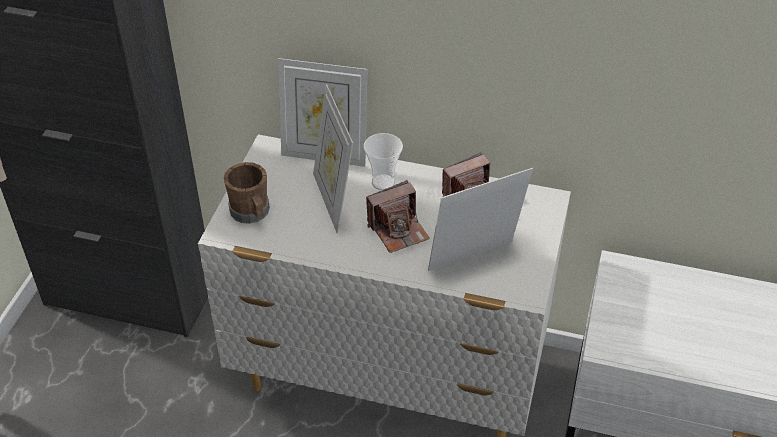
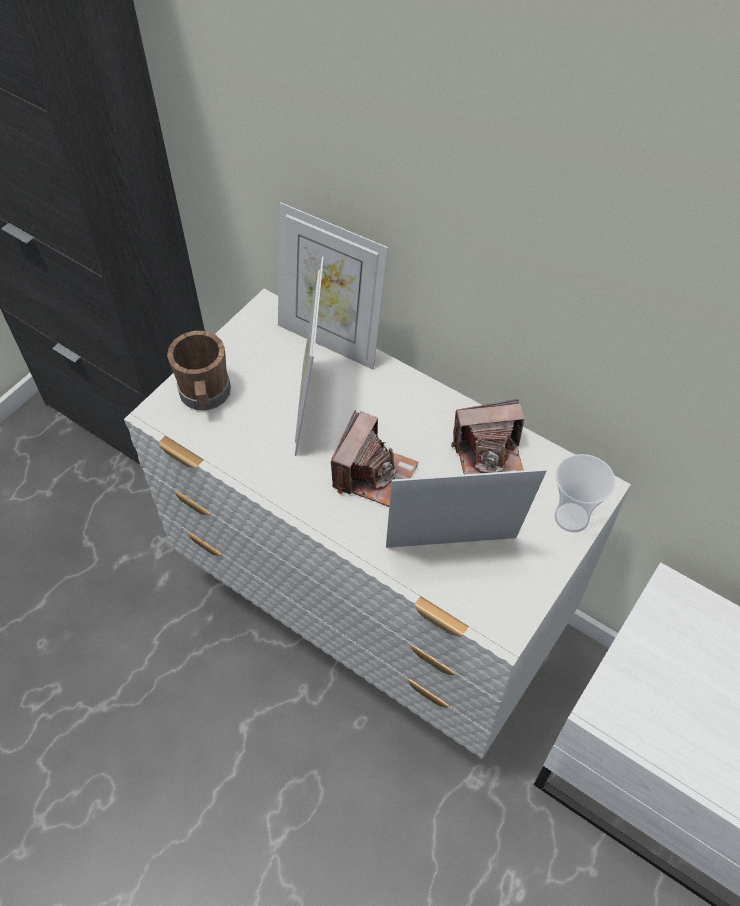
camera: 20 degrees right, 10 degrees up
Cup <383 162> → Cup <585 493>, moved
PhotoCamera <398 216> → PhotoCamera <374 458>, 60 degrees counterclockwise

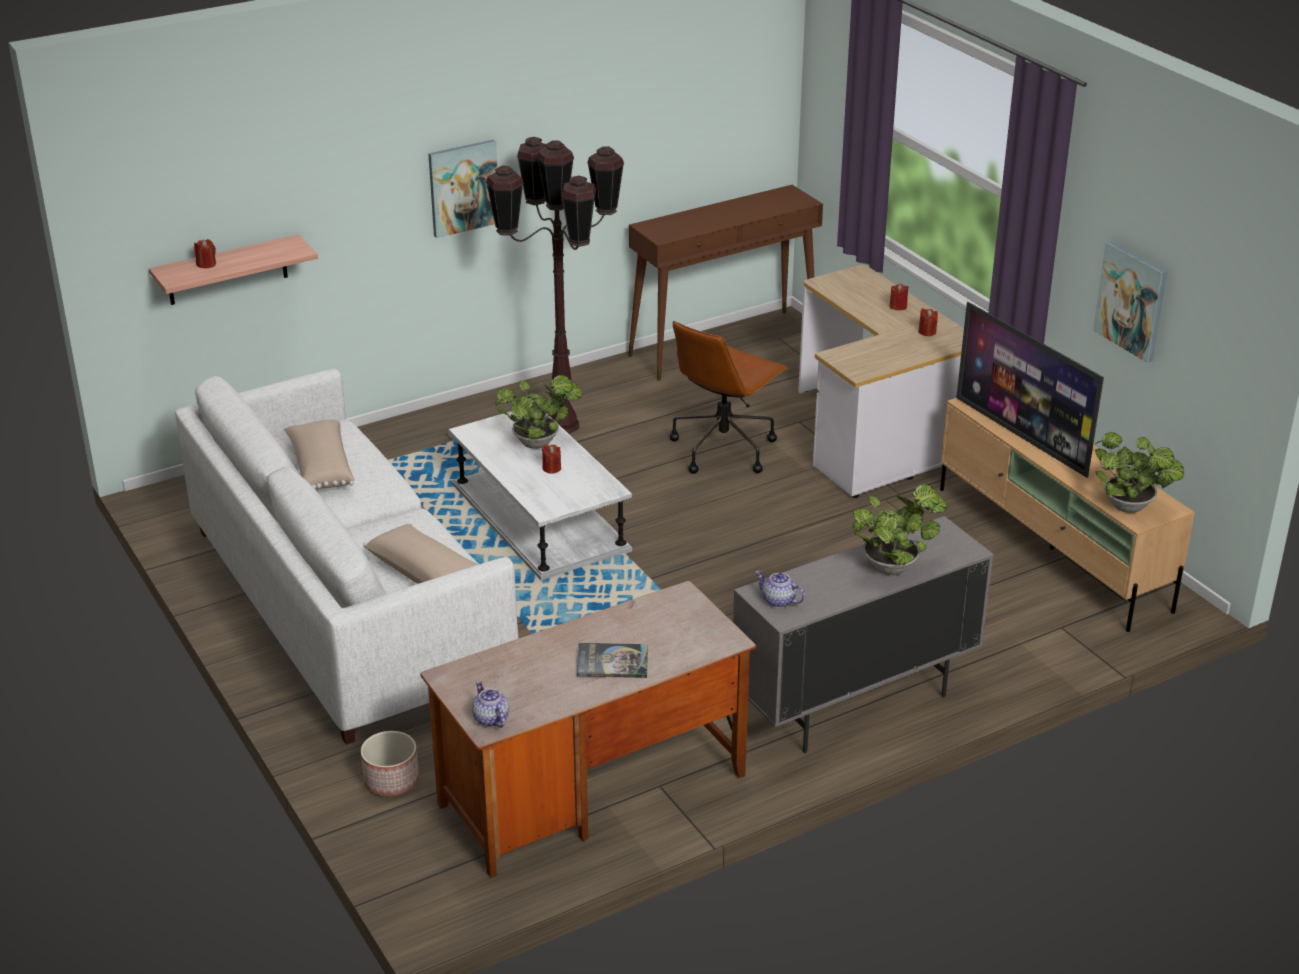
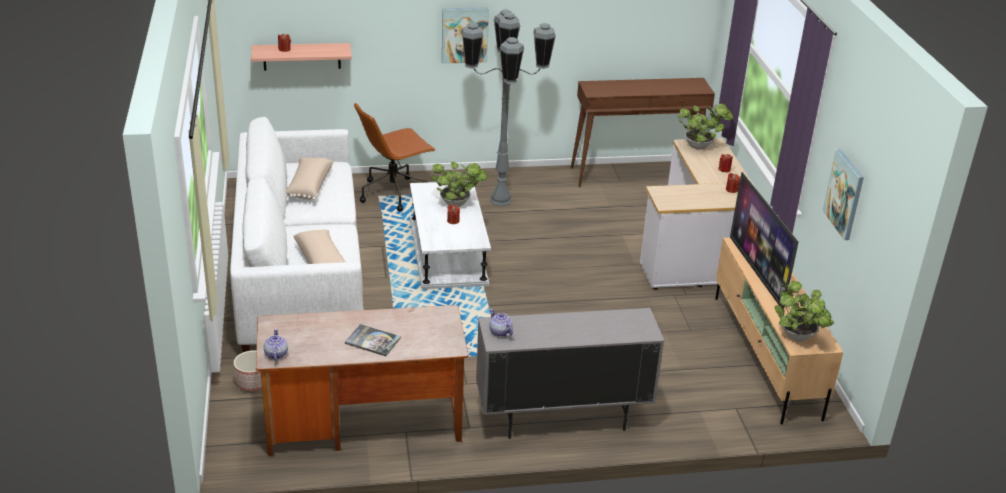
camera: 20 degrees right, 0 degrees up
BrownFloorLamp <555 285> → GreyFloorLamp <508 107>
BrownOfficeChair <729 397> → BrownOfficeChair <394 157>, moved
PottedPlant <899 529> → PottedPlant <706 126>, moved

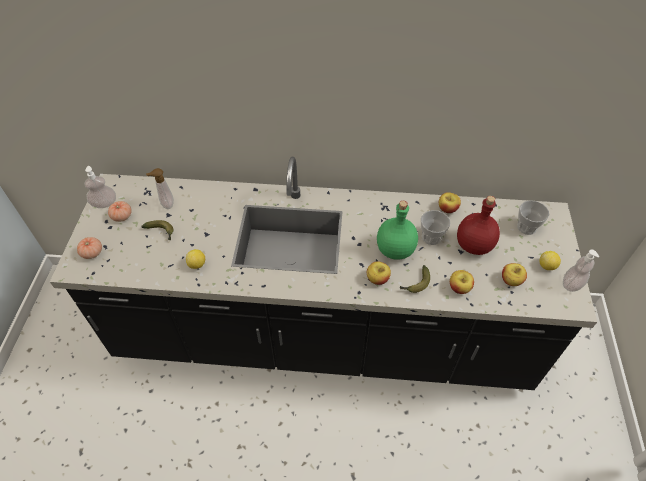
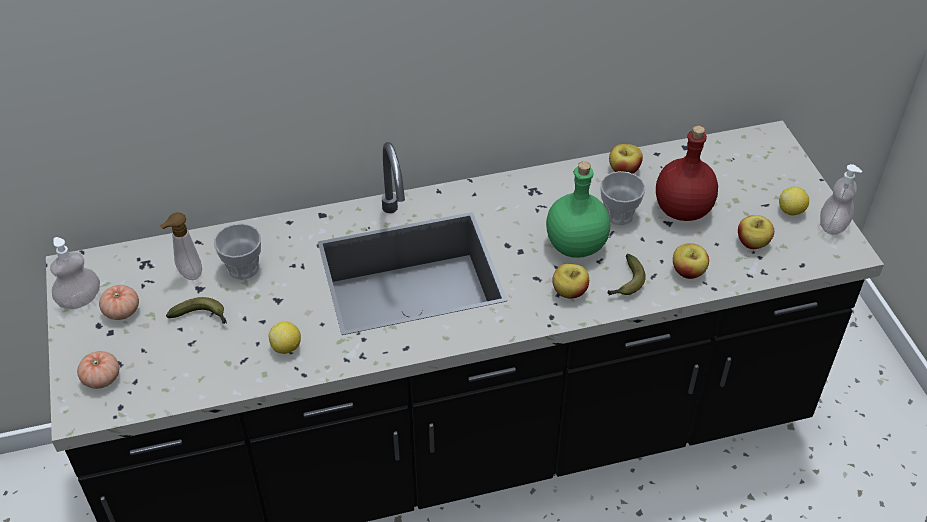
camera: 20 degrees left, 5 degrees down
Cup <533 217> → Cup <237 251>, moved

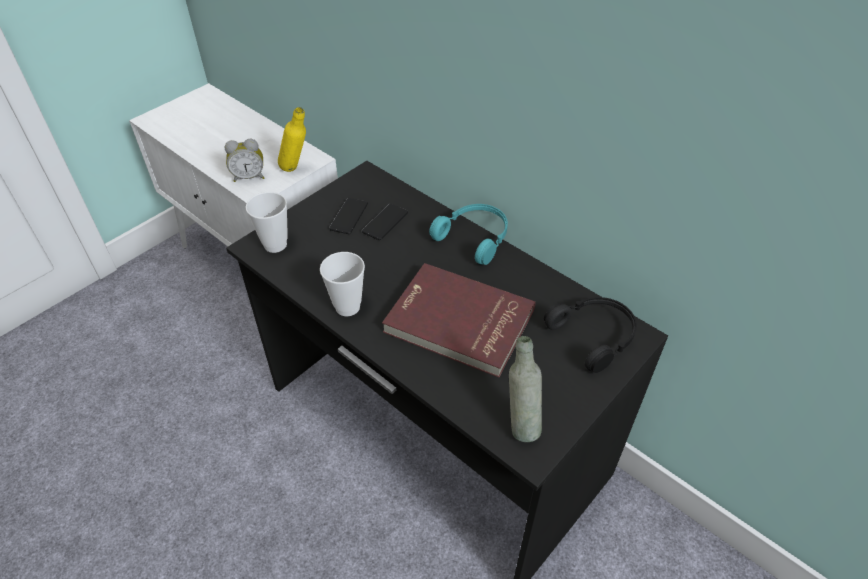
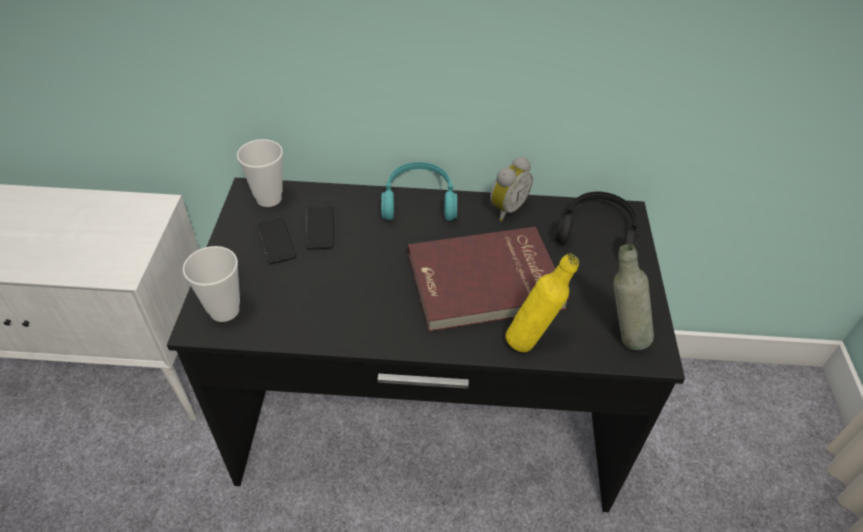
camera: 40 degrees left, 0 degrees up
AlarmClock <244 160> → AlarmClock <511 189>, moved
YellowBottle <292 139> → YellowBottle <542 303>, moved
Cup <342 284> → Cup <260 173>, moved

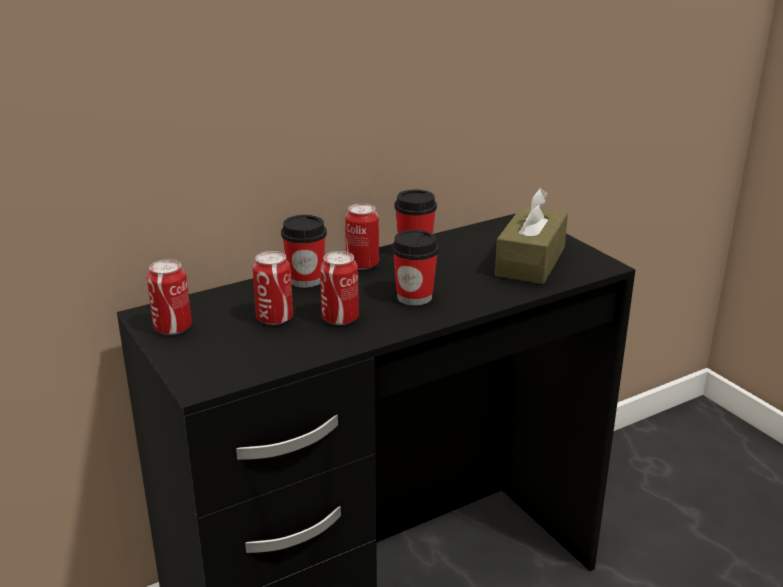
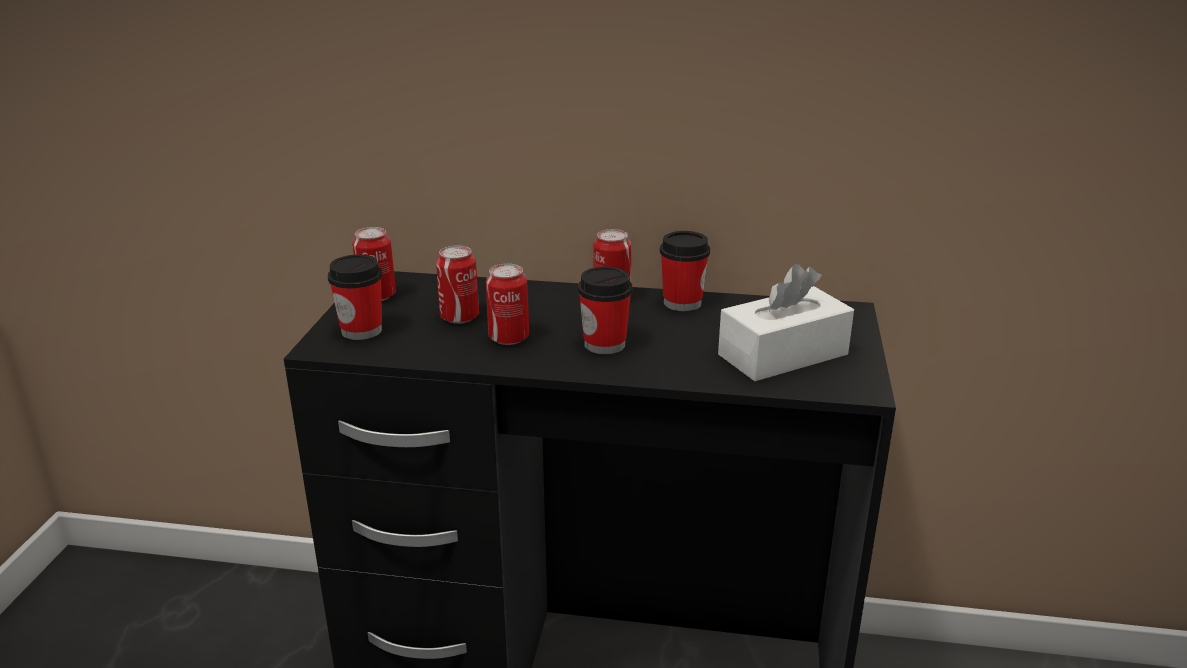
camera: 40 degrees right, 0 degrees up
Cup <304 251> → Cup <355 297>, moved
BrownTissueBox <531 236> → WhiteTissueBox <786 323>

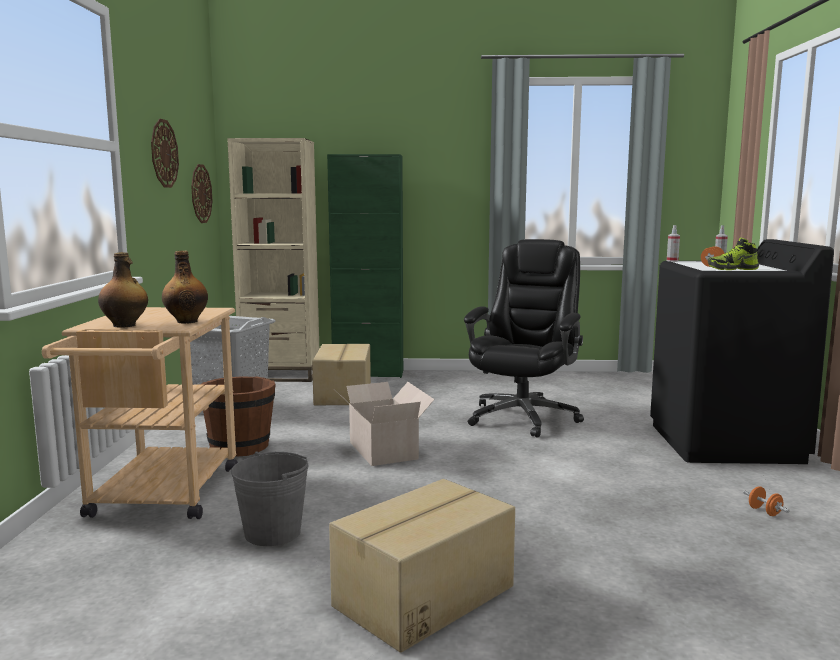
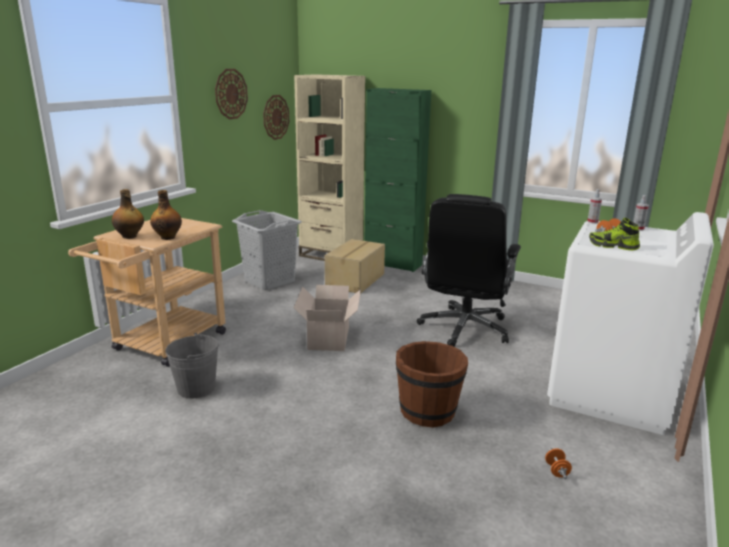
camera: 25 degrees right, 10 degrees up
BrownBucket <238 416> → BrownBucket <432 384>, moved
CardboardBox <422 566> → -
BlackOfficeChair <524 338> → BlackOfficeChair <469 270>, 150 degrees clockwise
BlackWashingMachine <742 351> → WhiteWashingMachine <630 324>

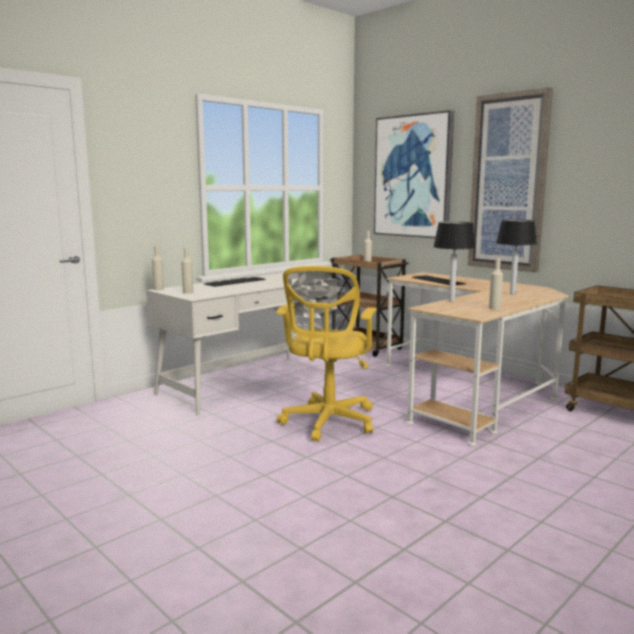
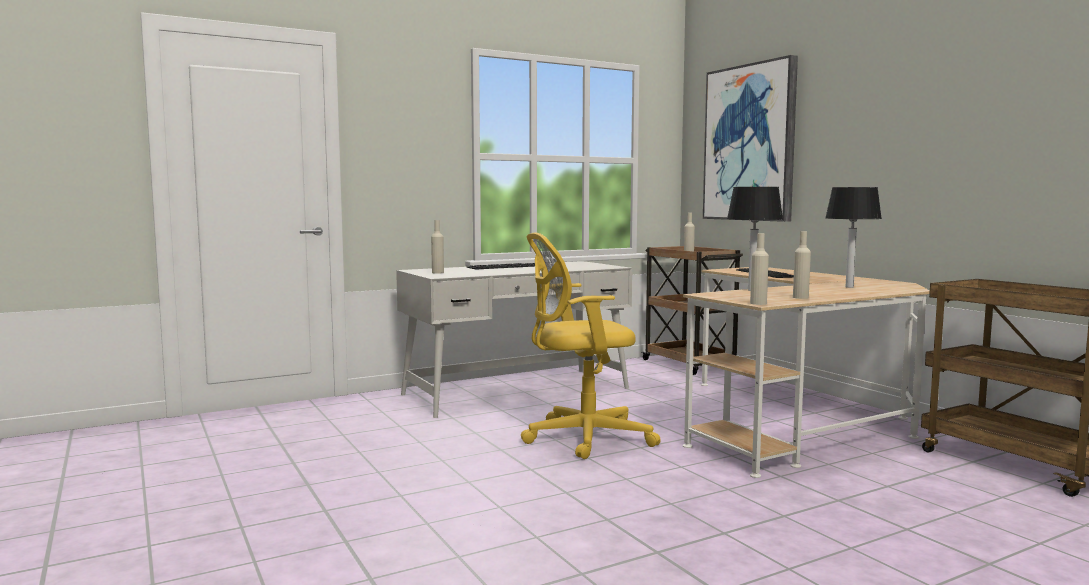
camera: 15 degrees right, 5 degrees down
BeigeBottle <158 268> → BeigeBottle <759 269>, moved
YellowOfficeChair <326 354> → YellowOfficeChair <591 345>, 45 degrees clockwise
Picture <510 179> → -

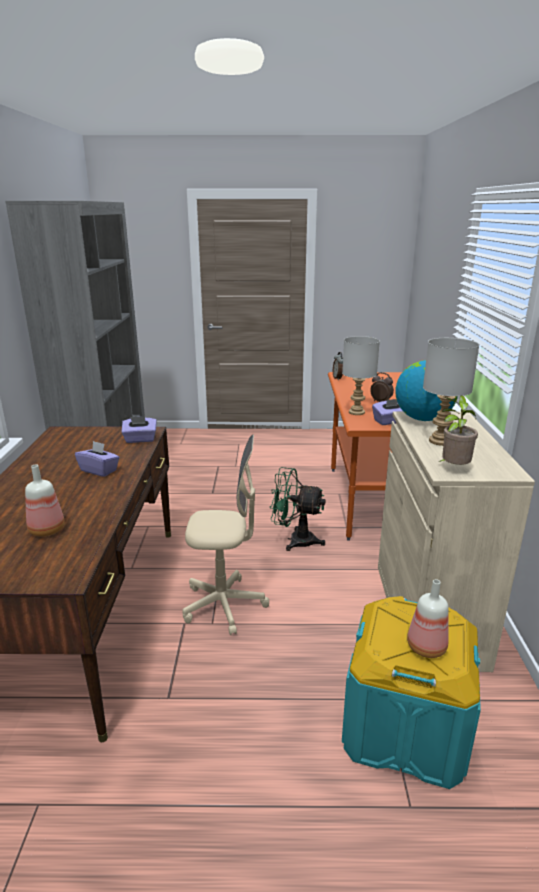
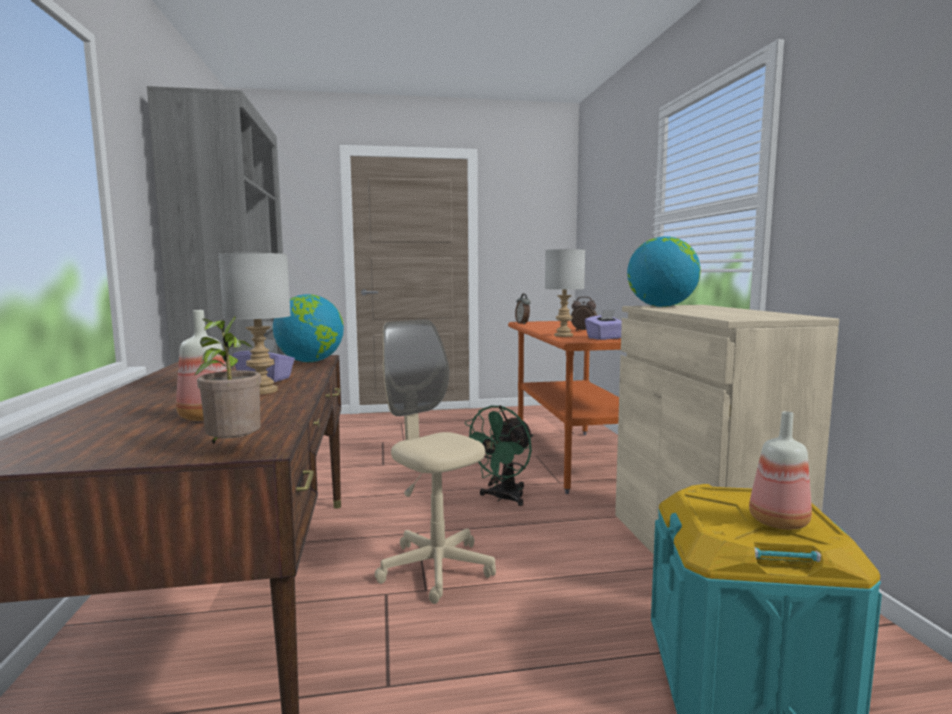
camera: 10 degrees left, 15 degrees down
PurpleTissueBox <139 430> → Globe <308 328>
BeigeOfficeChair <225 535> → BeigeOfficeChair <435 461>, 120 degrees counterclockwise
GreenFan <298 509> → GreenFan <499 455>, 60 degrees counterclockwise
GreyTableLamp <451 392> → GreyTableLamp <255 323>, moved
PottedPlant <457 430> → PottedPlant <228 380>, moved

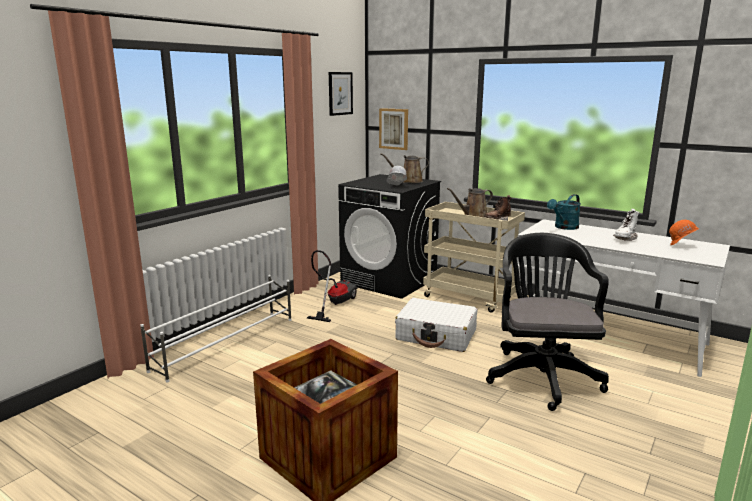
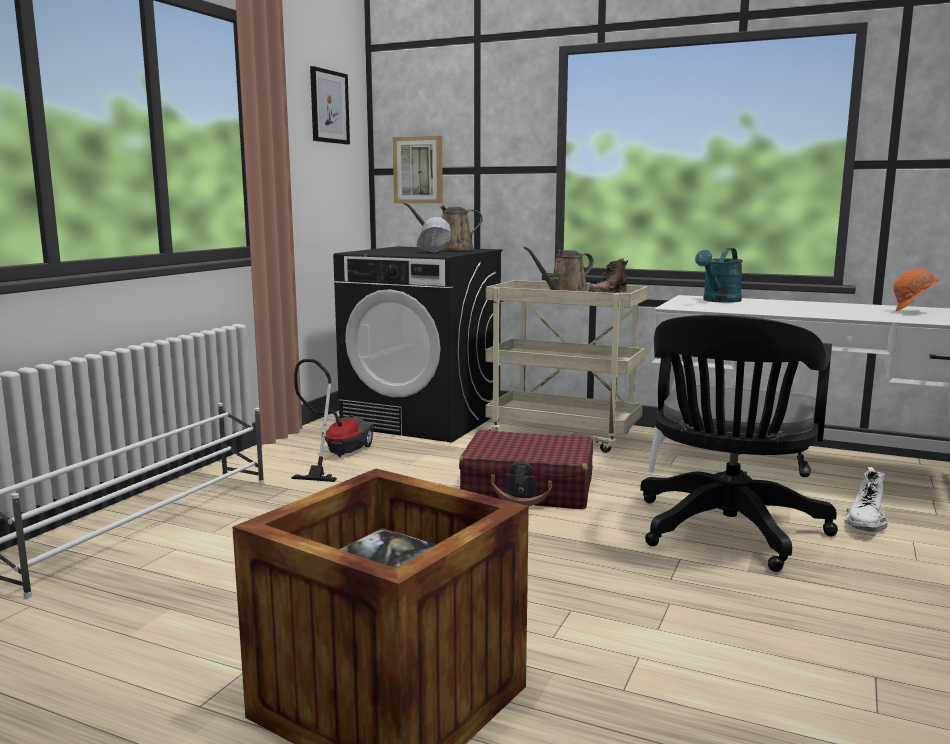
camera: 10 degrees left, 5 degrees down
WhiteSuitcase <436 325> → RedSuitcase <526 469>
BlackOfficeChair <547 322> → BlackOfficeChair <739 443>, 150 degrees counterclockwise
WhiteBoot <626 225> → WhiteBoot <866 499>, moved

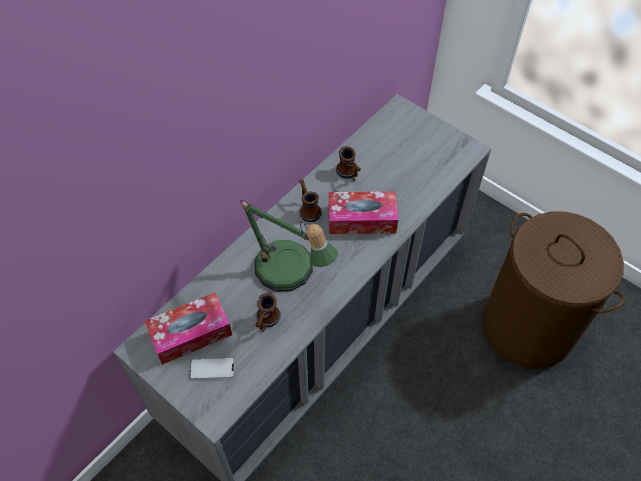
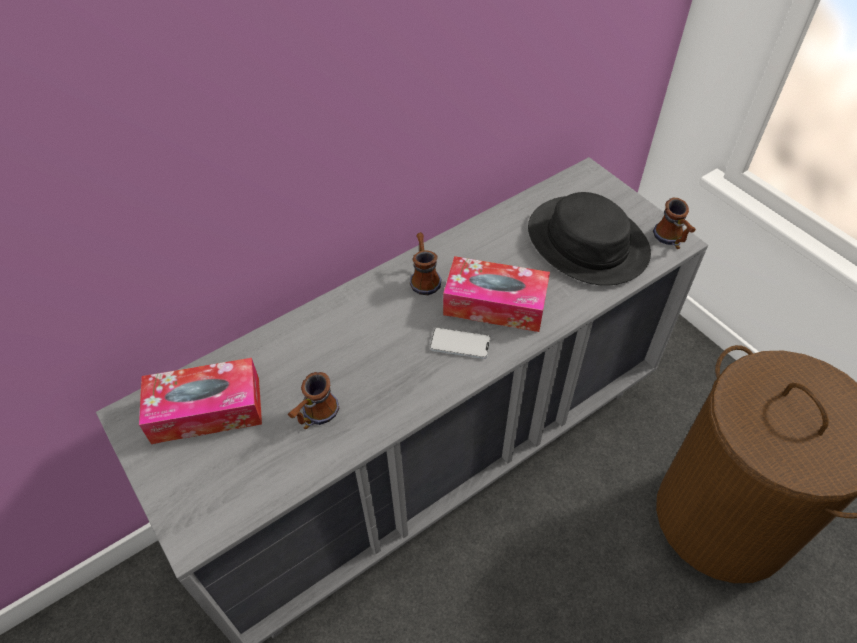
camera: 15 degrees right, 5 degrees down
Phone <212 368> → Phone <460 343>, moved
TableLamp <289 246> → -
Mug <348 163> → Mug <674 223>, moved
- → BlackHat <589 239>

